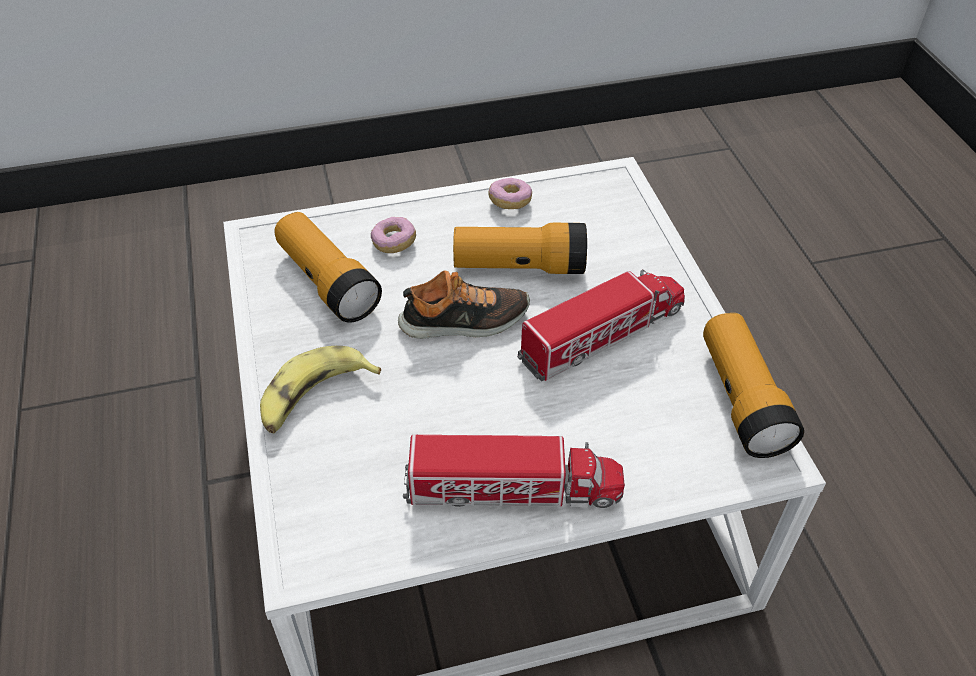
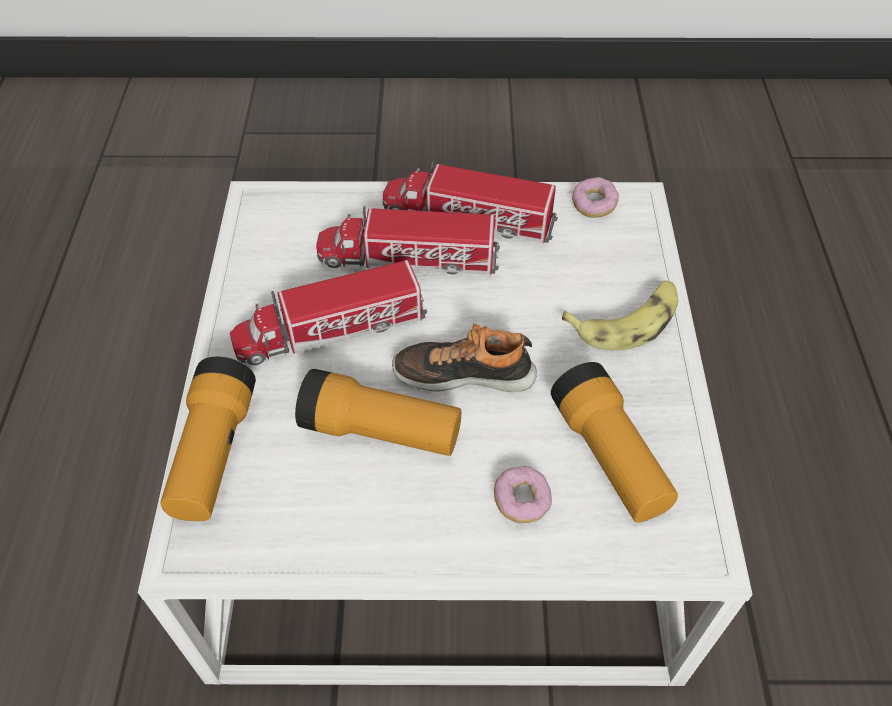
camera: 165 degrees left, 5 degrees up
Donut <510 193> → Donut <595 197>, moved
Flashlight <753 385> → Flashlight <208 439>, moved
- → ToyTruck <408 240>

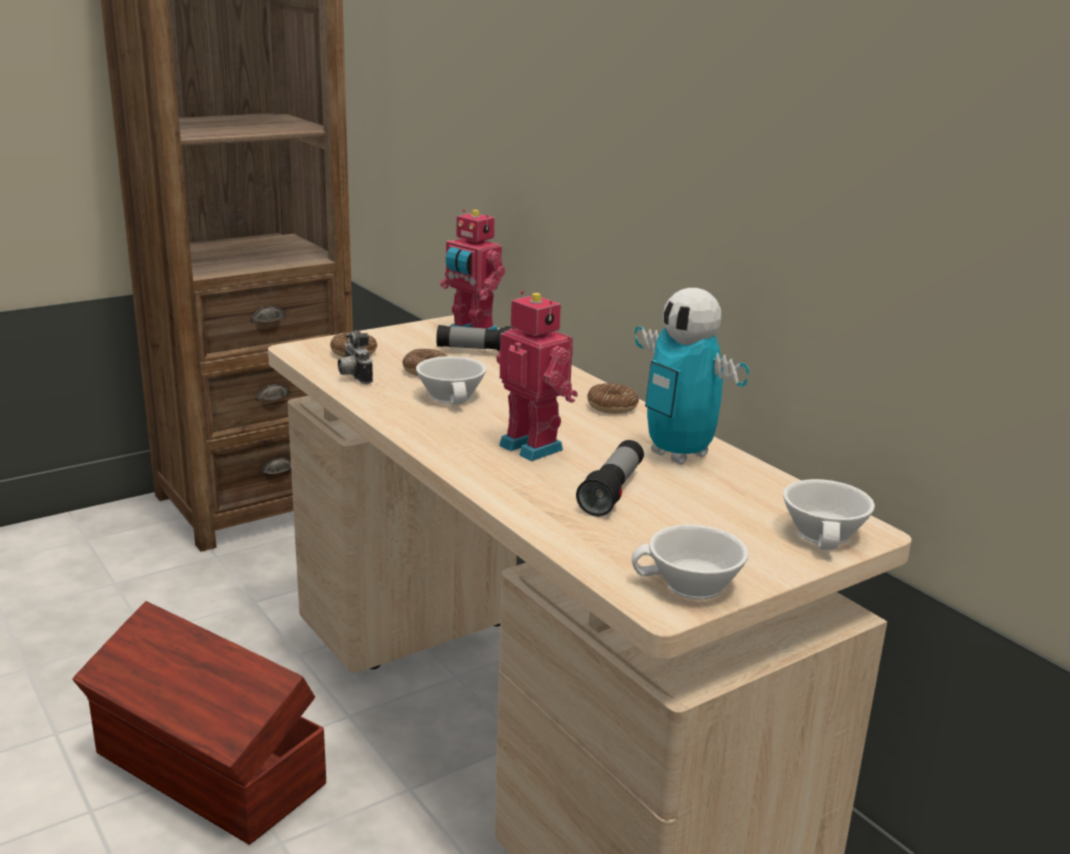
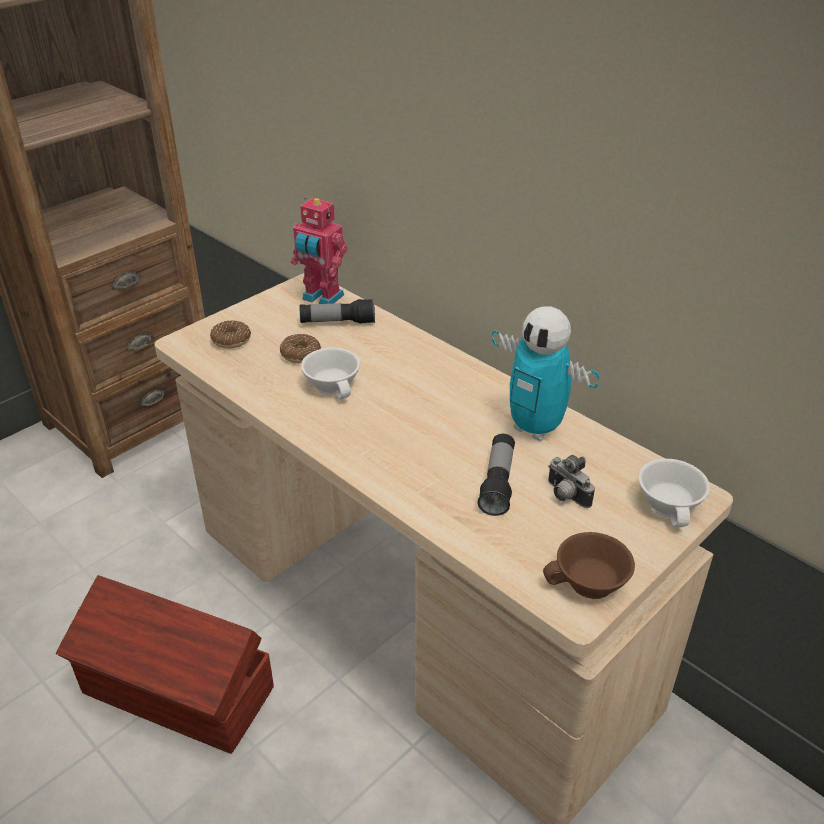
camera: 10 degrees left, 15 degrees up
PhotoCamera <355 357> → PhotoCamera <571 481>, moved
ToyRobot <537 376> → -
Donut <613 398> → -
WhiteCup <690 562> → BrownCup <589 565>

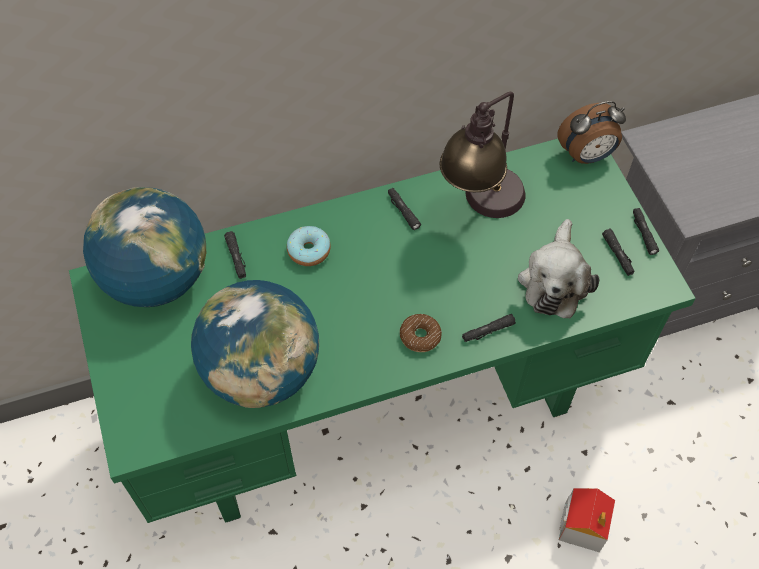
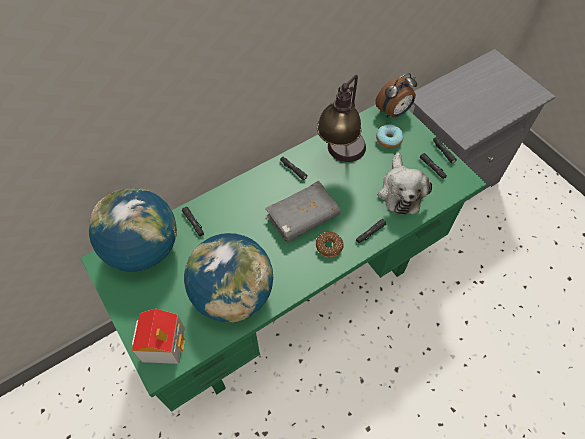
camera: 15 degrees left, 0 degrees up
Donut <309 246> → Donut <389 136>, moved
ToyHouse <587 520> → ToyHouse <158 336>, moved
- → GreyBook <303 211>

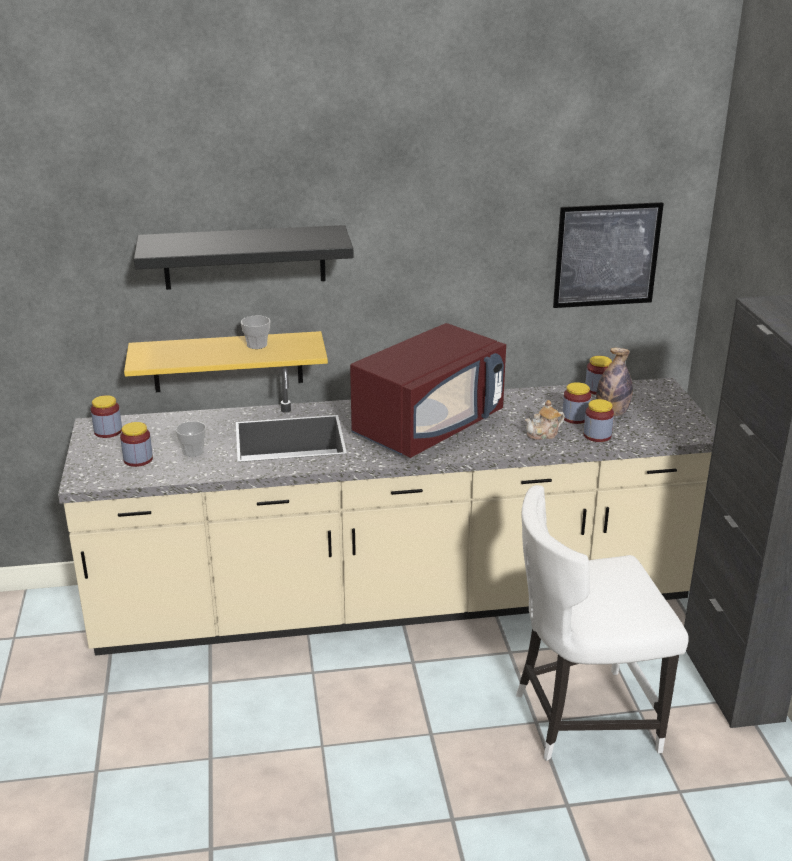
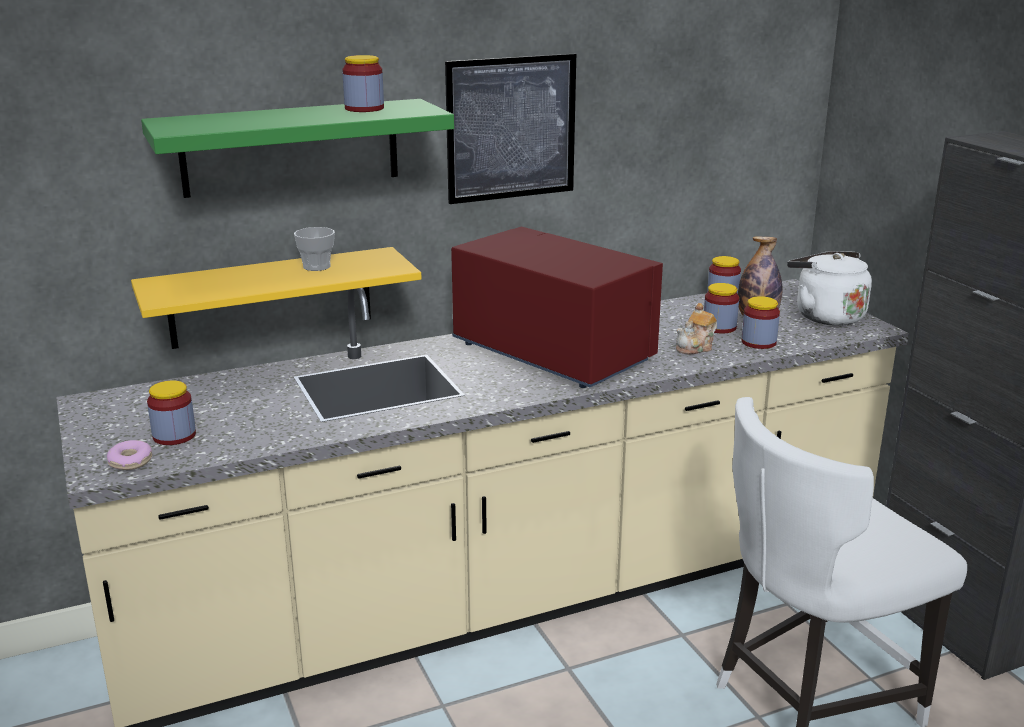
camera: 15 degrees left, 5 degrees down
Jar <106 416> → Jar <363 83>, moved
BlackShelf <244 257> → GreenShelf <297 148>
Cup <190 439> → -
RedMicrowave <428 390> → RedMicrowave <557 307>, 75 degrees counterclockwise
Picture <608 255> → Picture <510 129>, moved
- → Donut <129 455>
- → WhiteKettle <829 288>

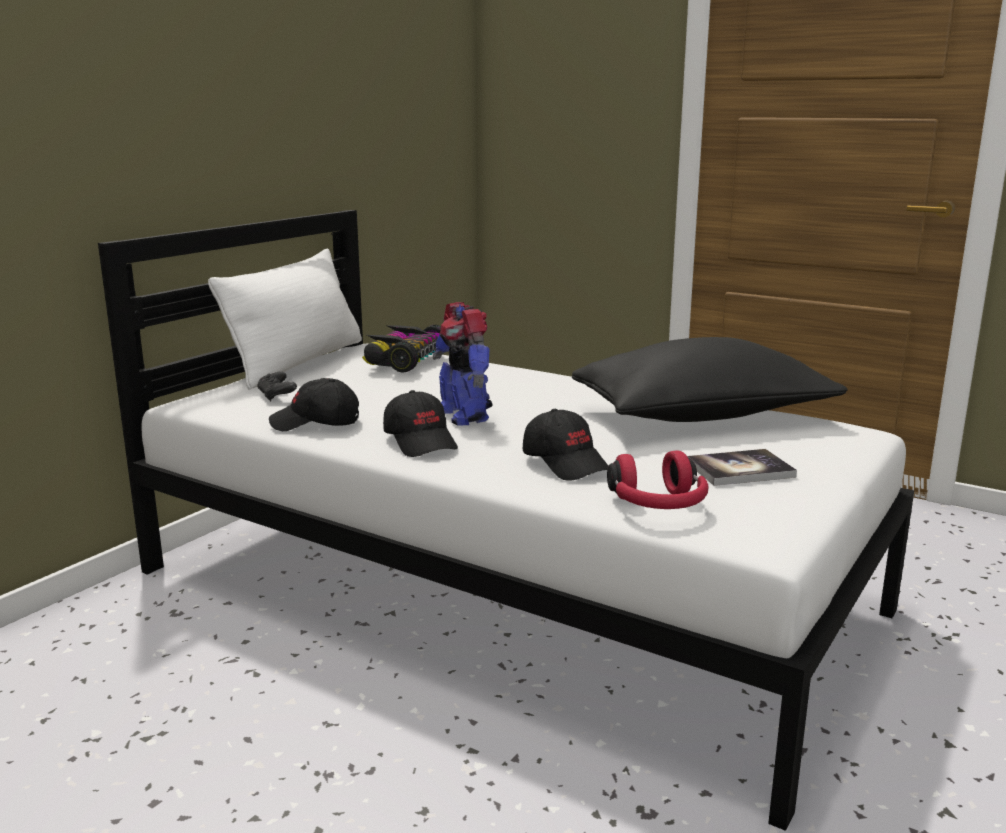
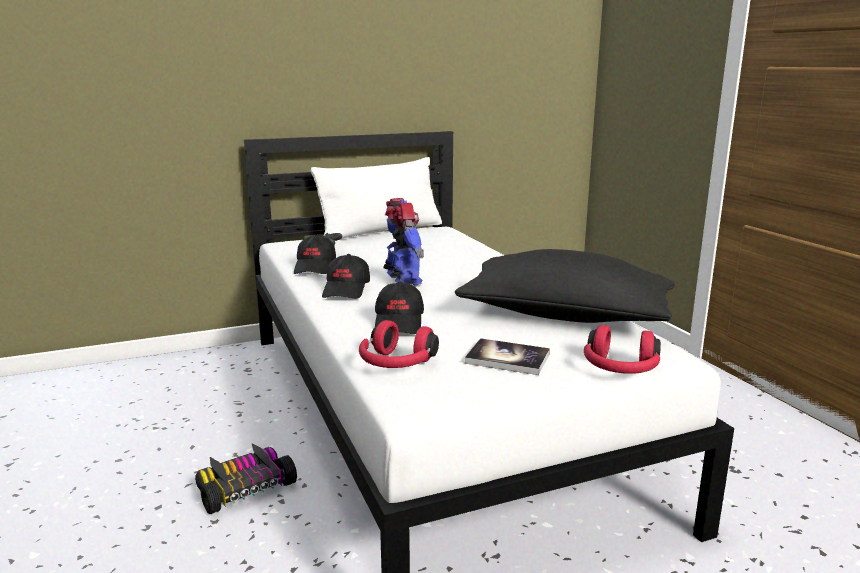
camera: 35 degrees right, 0 degrees up
BlackCap <314 404> → BlackCap <315 254>, 120 degrees counterclockwise
ToyCar <401 349> → ToyCar <246 478>, moved
ToyRobot <463 364> → ToyRobot <403 242>, 150 degrees clockwise
- → RedHeadphones <622 349>

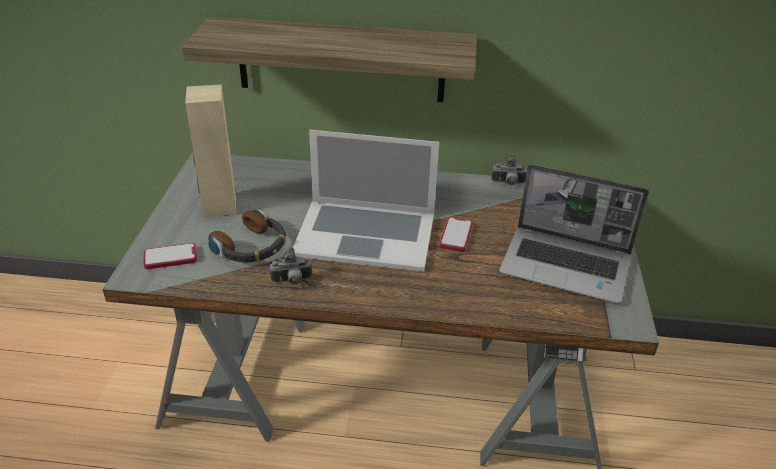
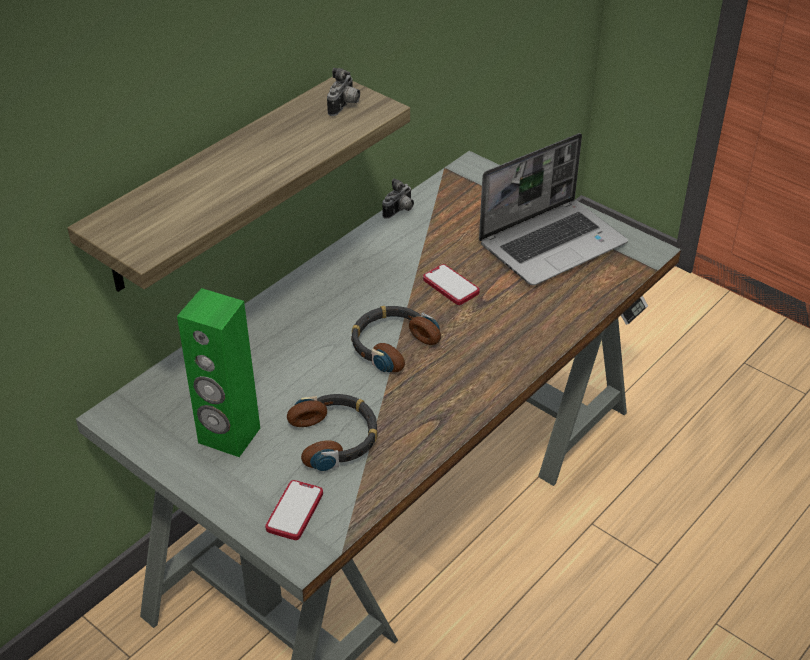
camera: 55 degrees left, 5 degrees up
BeigeSpeaker <210 150> → GreenSpeaker <218 372>
PhotoCamera <291 266> → PhotoCamera <343 92>, moved
Laptop <366 201> → Headphones <396 339>

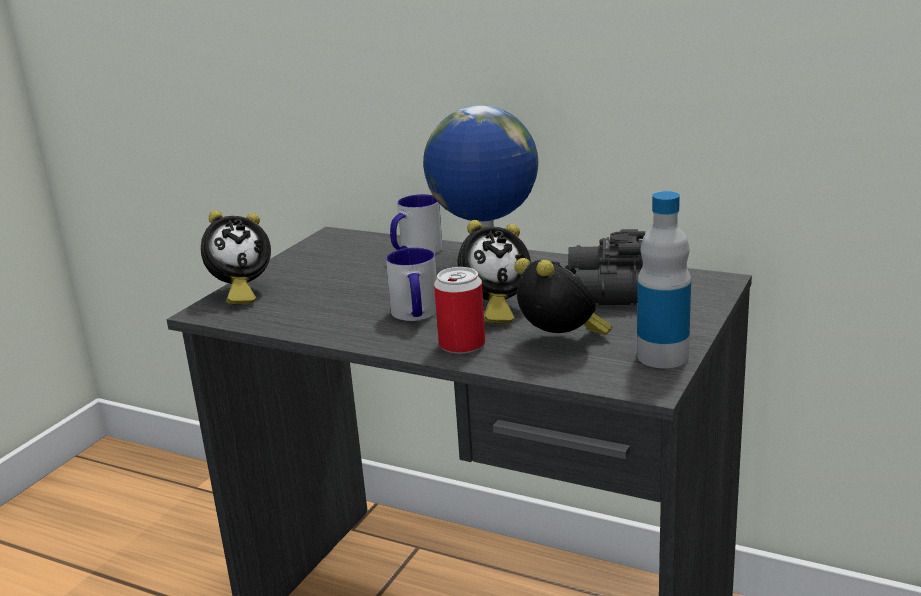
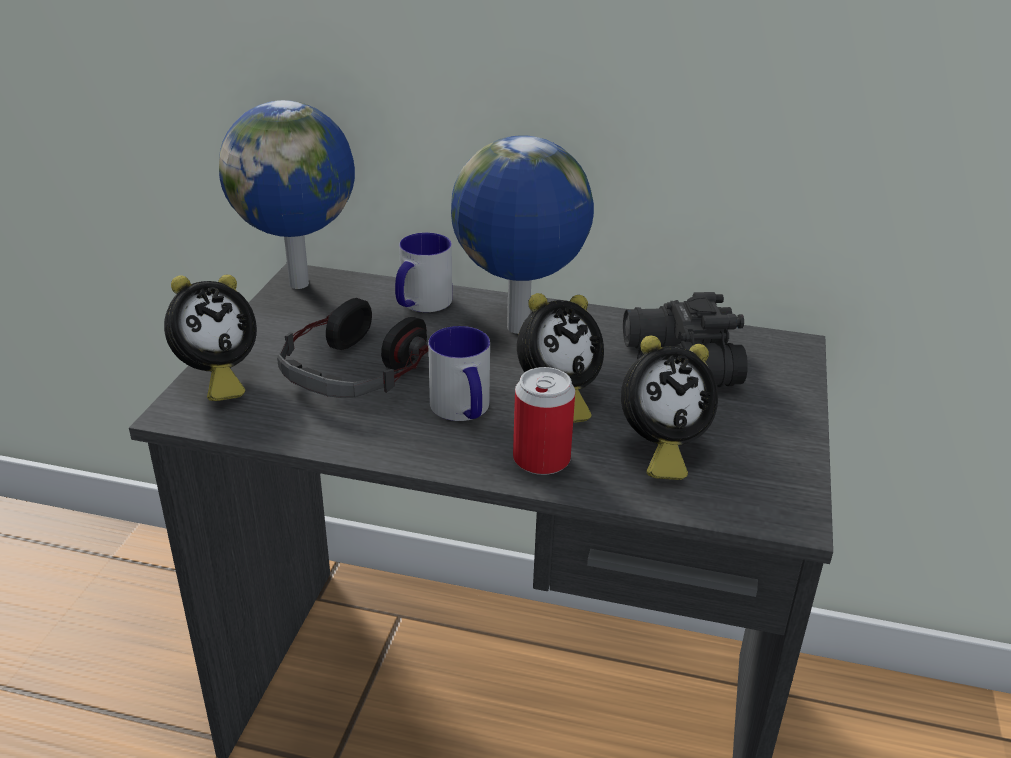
camera: 15 degrees left, 10 degrees up
AlarmClock <563 296> → AlarmClock <669 407>, 120 degrees clockwise
Bottle <664 279> → -
- → Globe <287 194>
- → Headphones <352 348>

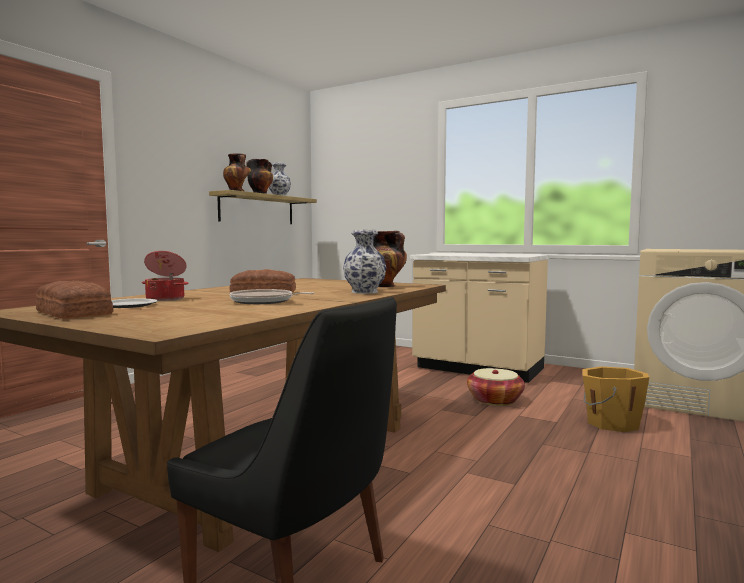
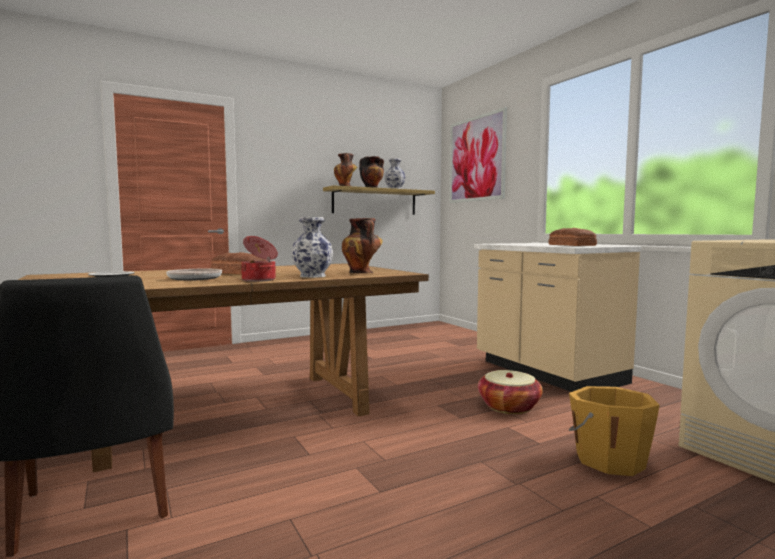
camera: 30 degrees right, 0 degrees up
Bread <74 300> → Bread <572 237>, moved
CookingPot <165 276> → CookingPot <259 259>, moved
- → Picture <478 155>

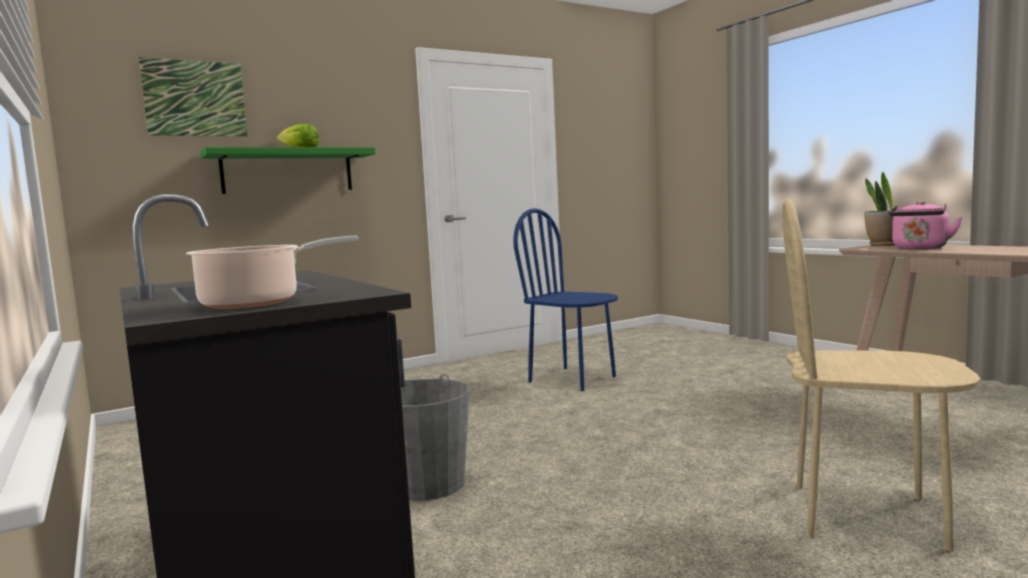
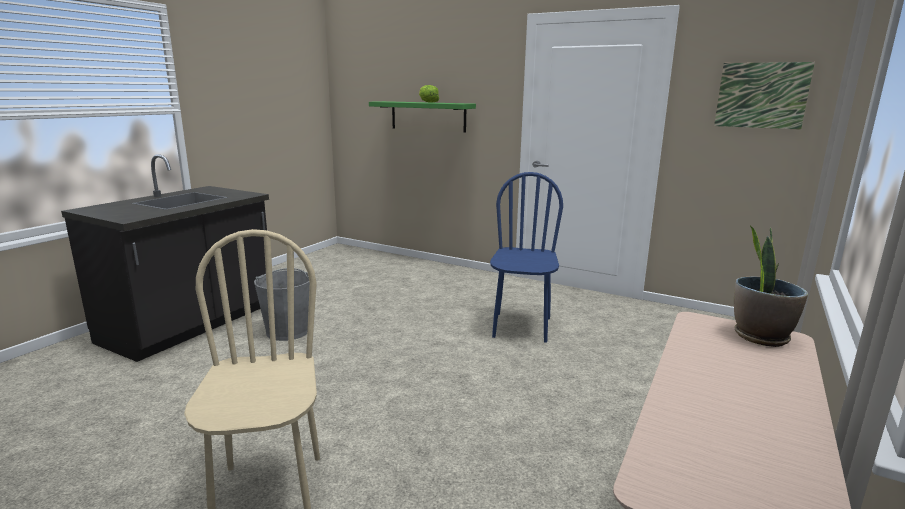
camera: 60 degrees right, 10 degrees up
Picture <193 97> → Picture <764 96>, moved
CookingPot <272 272> → -
PinkKettle <925 225> → -

